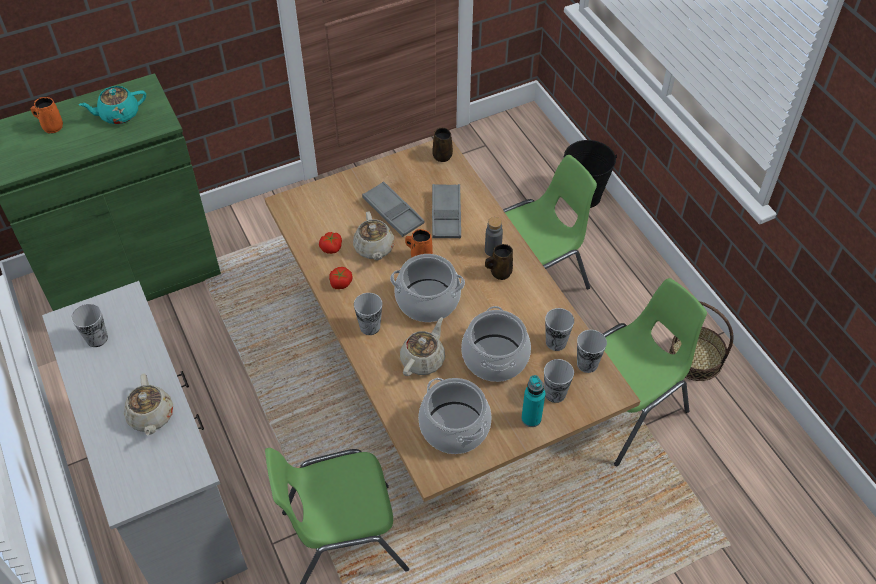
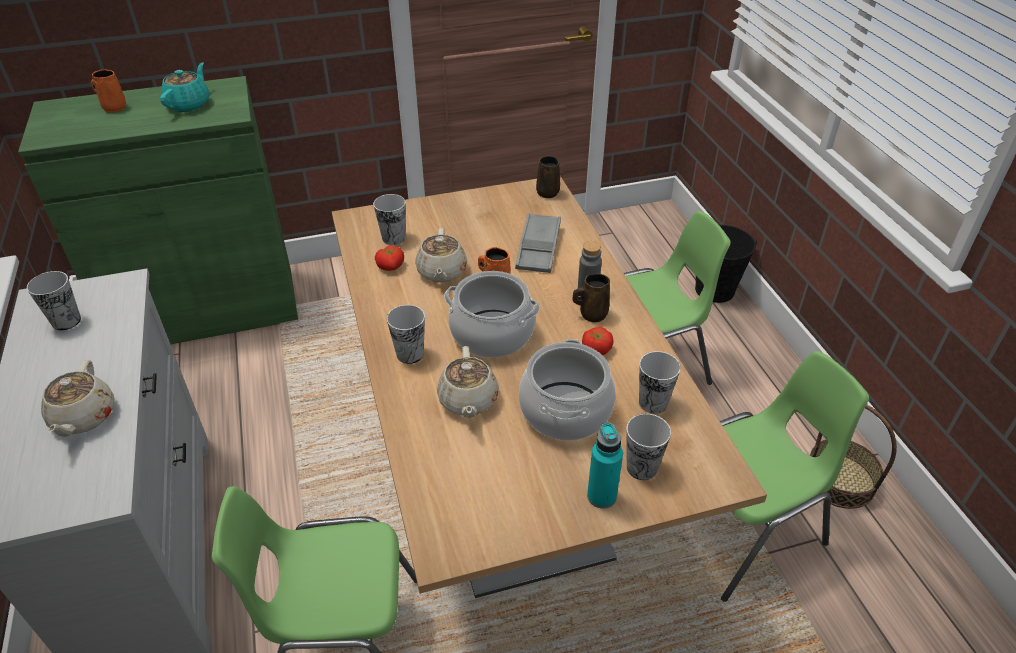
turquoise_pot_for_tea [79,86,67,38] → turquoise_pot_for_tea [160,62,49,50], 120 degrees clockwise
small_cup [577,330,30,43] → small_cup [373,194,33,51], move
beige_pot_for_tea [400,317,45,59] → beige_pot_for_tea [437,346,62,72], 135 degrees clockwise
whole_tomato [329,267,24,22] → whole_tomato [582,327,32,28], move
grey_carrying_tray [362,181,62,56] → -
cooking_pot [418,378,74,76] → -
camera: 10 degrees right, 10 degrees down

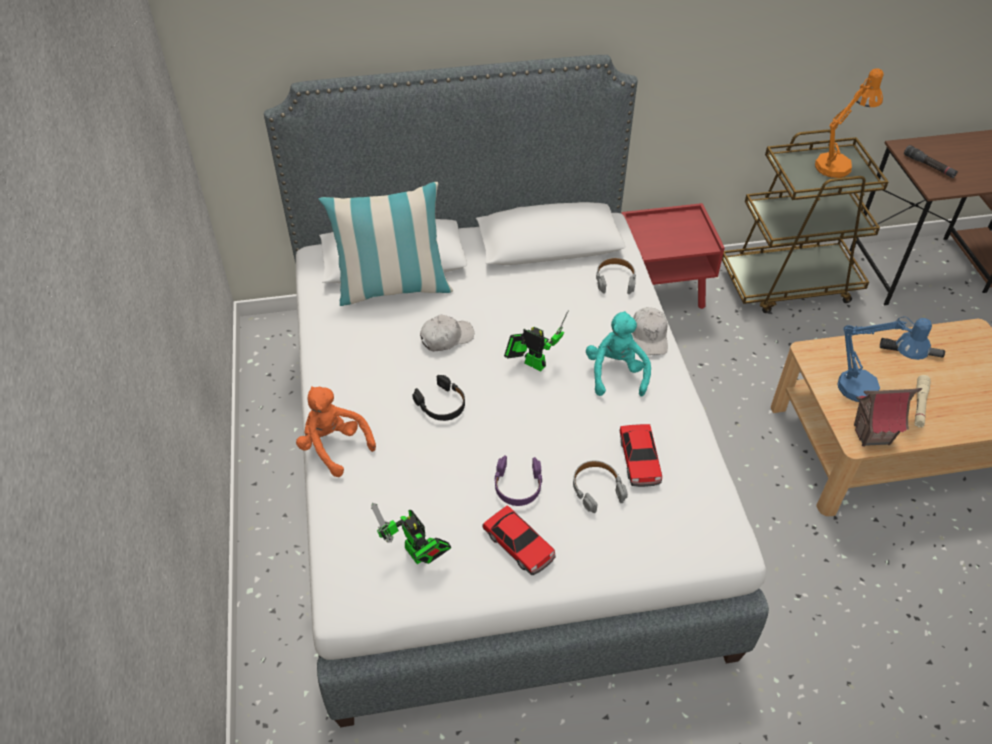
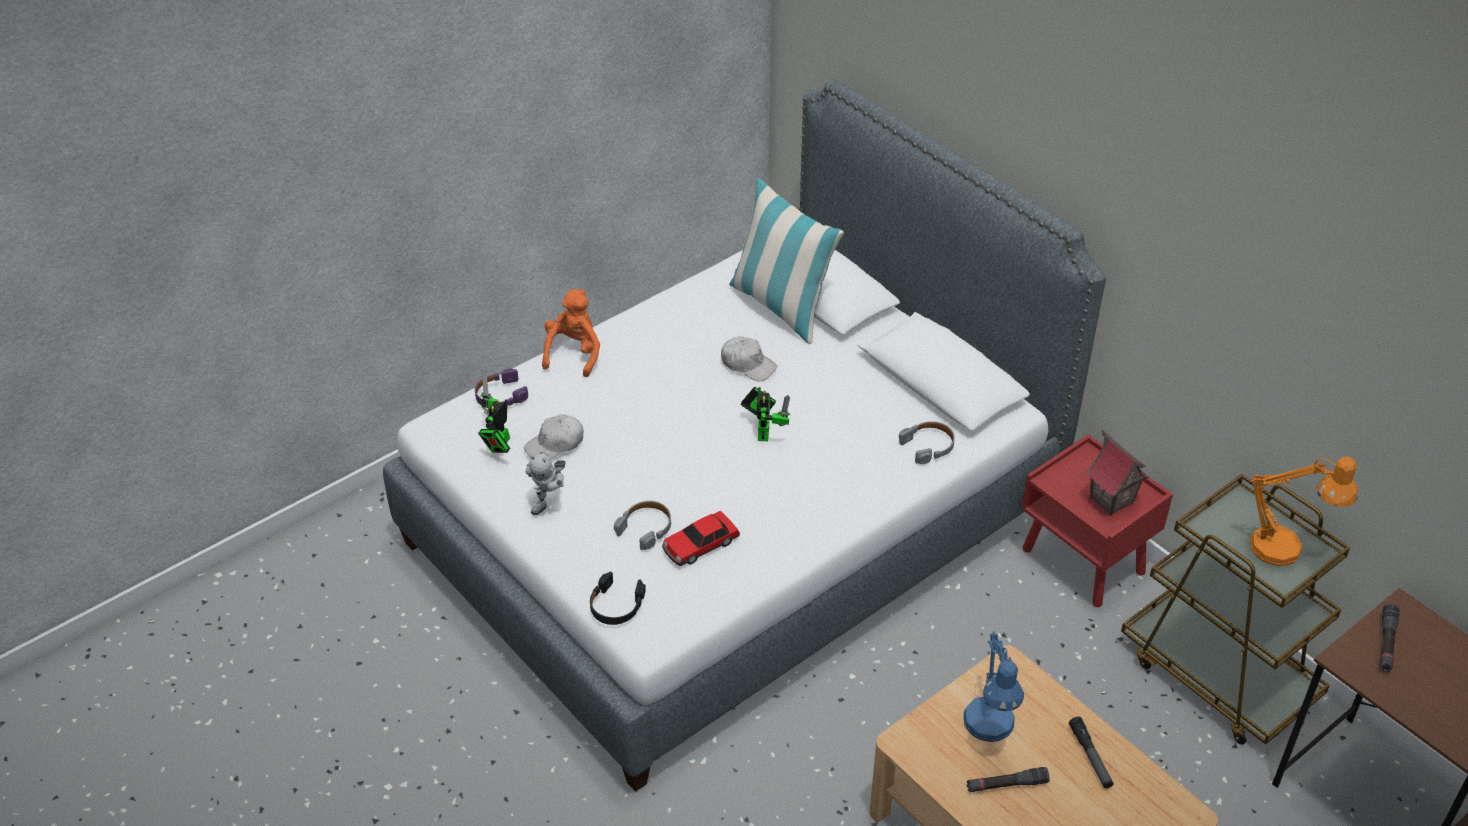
purplish_pair_of_headphones [495,456,47,50] → purplish_pair_of_headphones [475,368,53,39], move
white_peaked_cap [632,307,36,48] → white_peaked_cap [524,414,59,46], move
toy_car [483,505,73,70] → robot_figure [525,449,41,66]
black-coloured_pair_of_headphones [412,375,53,46] → black-coloured_pair_of_headphones [590,572,56,53], move
beige_torch [915,375,16,53] → black-coloured_torch [967,767,83,25]
miniature_house [854,388,68,59] → miniature_house [1086,430,63,86], move
turquoise_soft_toy [586,311,65,85] → -
camera: 60 degrees right, 5 degrees down

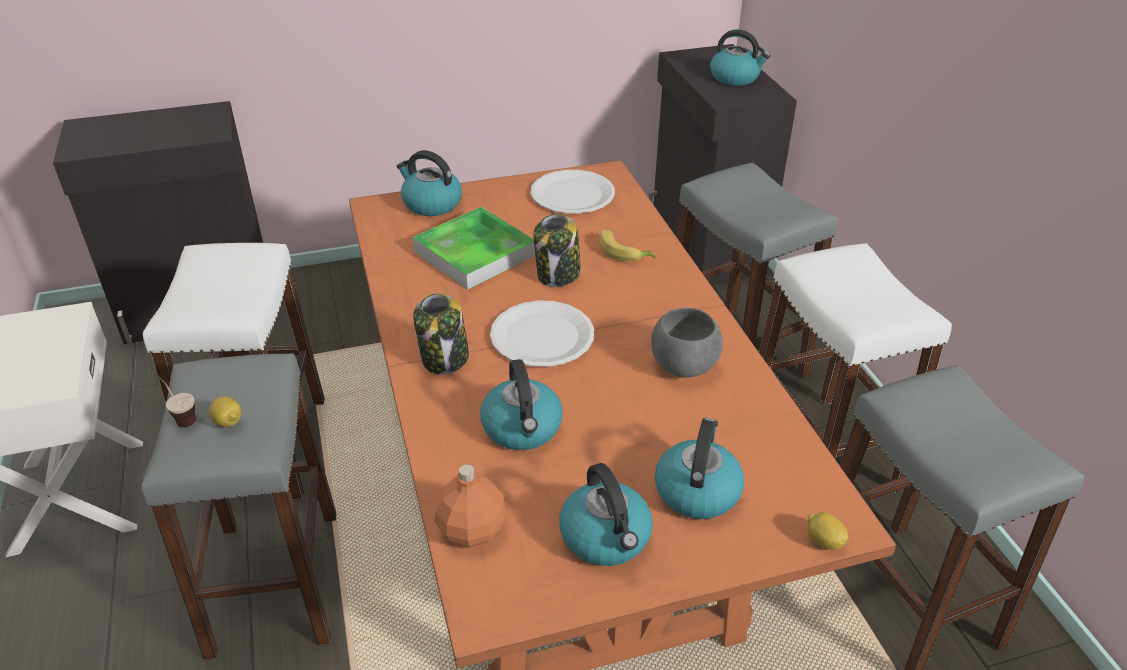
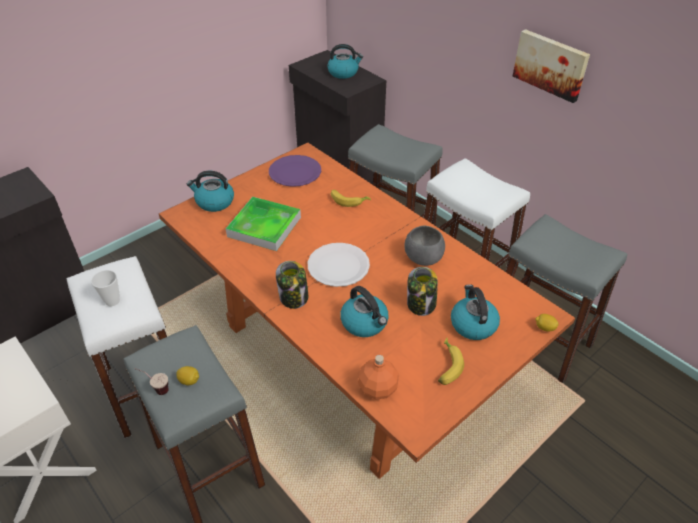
- → small_cup [91,270,29,36]
white_dinner_plate [531,170,84,44] → purplish_dinner_plate [269,155,52,32]
storage_jar [533,214,48,73] → storage_jar [407,267,31,49], move
tea_kettle [559,463,94,103] → whole_banana [438,338,26,47]
- → wall_picture [513,29,77,74]
camera: 25 degrees left, 5 degrees up

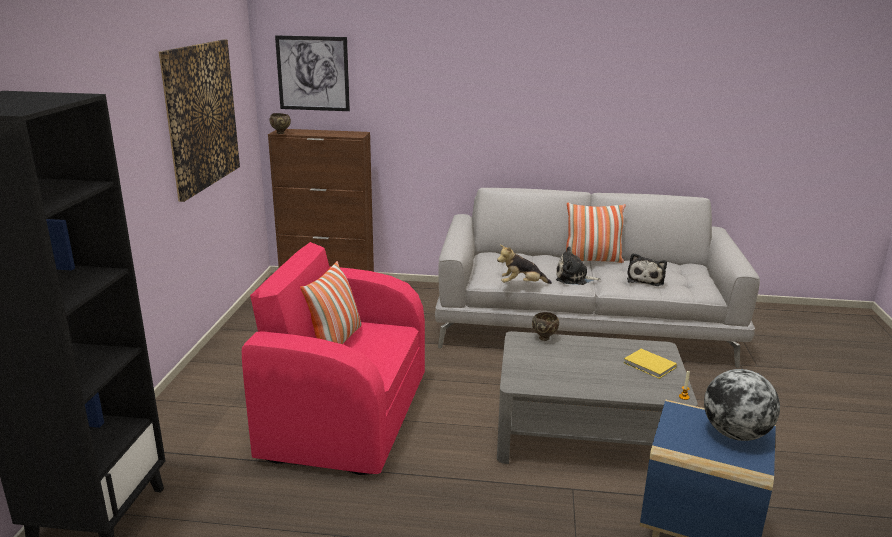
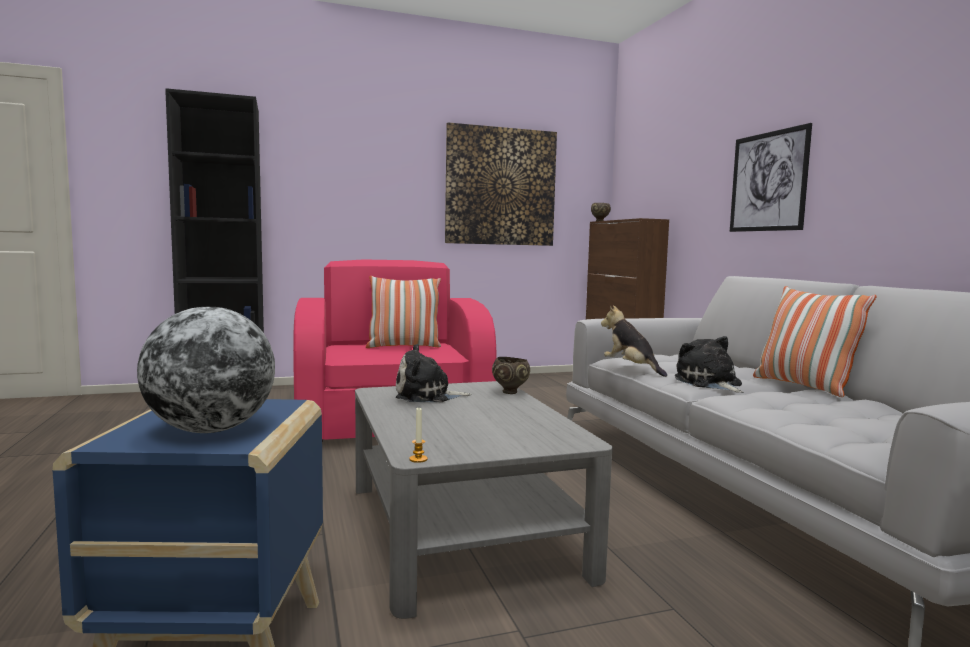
soft_toy [627,253,40,33] → soft_toy [396,344,76,58], move
wall_picture [275,35,75,76] → wall_picture [730,123,82,109], move
yellow_book [623,349,54,30] → -
camera: 65 degrees right, 15 degrees down

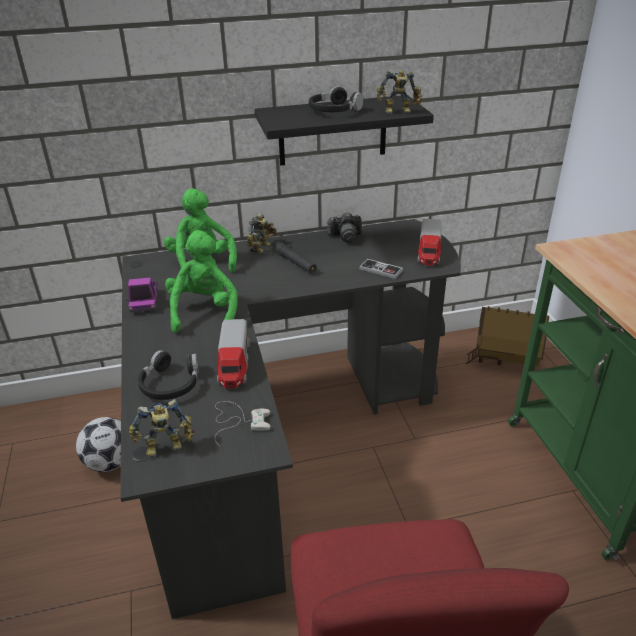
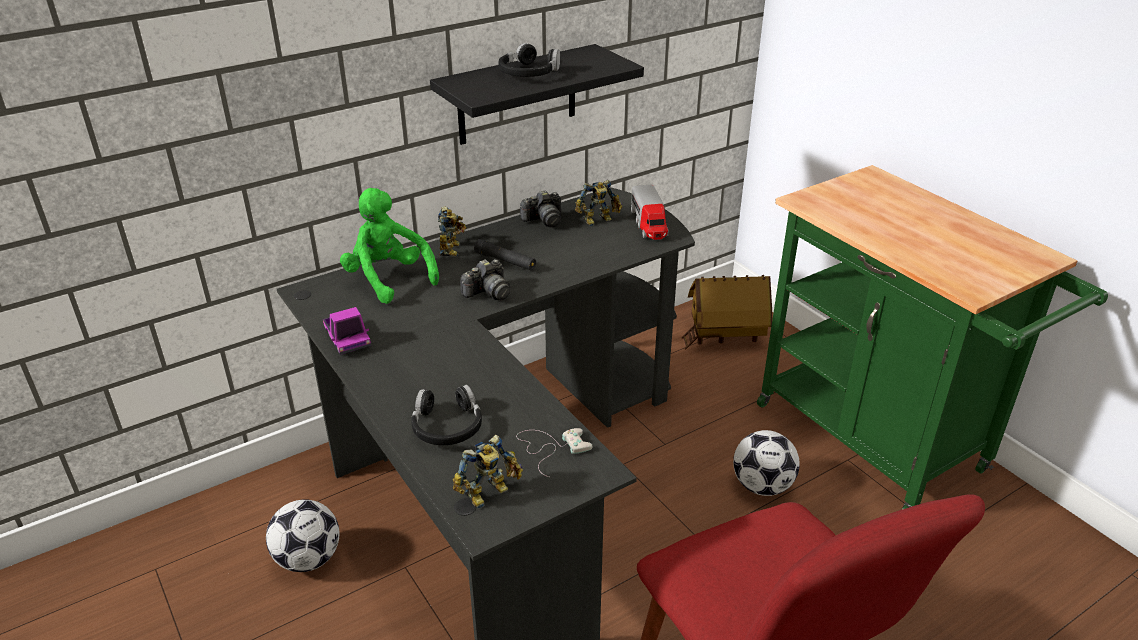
- → photo_camera [460,259,51,41]
robot_figure [376,70,46,44] → robot_figure [575,180,48,46], move
- → ball_for_football [733,430,67,66]
green_soft_toy [165,230,73,102] → -
toy_truck [217,319,33,69] → -
game_controller [359,259,44,20] → -
camera: 20 degrees left, 0 degrees up

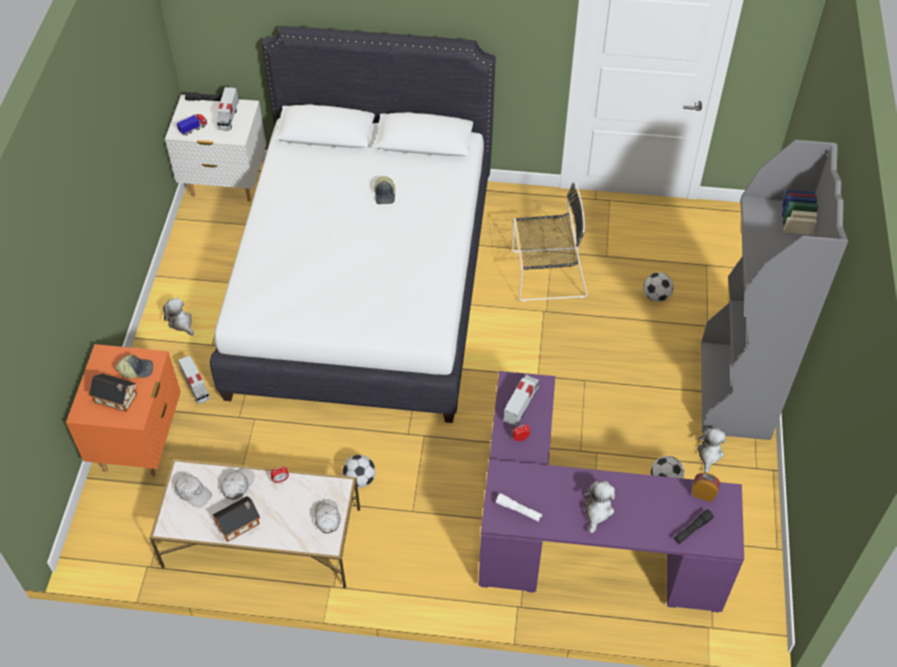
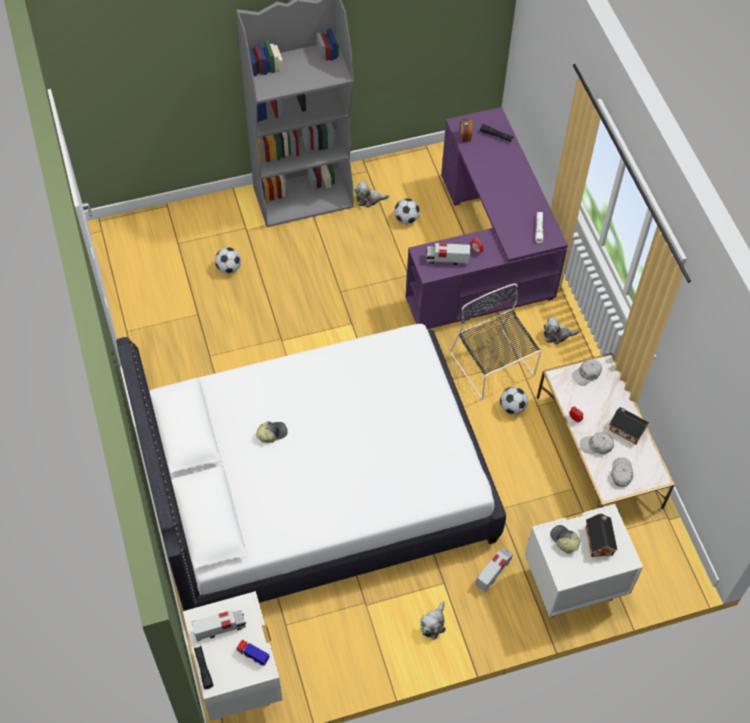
black-coloured_upright_chair [512,181,76,121] → black-coloured_upright_chair [450,284,91,116], move
orange_nightstand [66,344,115,133] → white_nightstand [525,504,118,114]
soft_toy [583,480,32,53] → soft_toy [543,317,36,27], move
camera: 115 degrees left, 5 degrees up

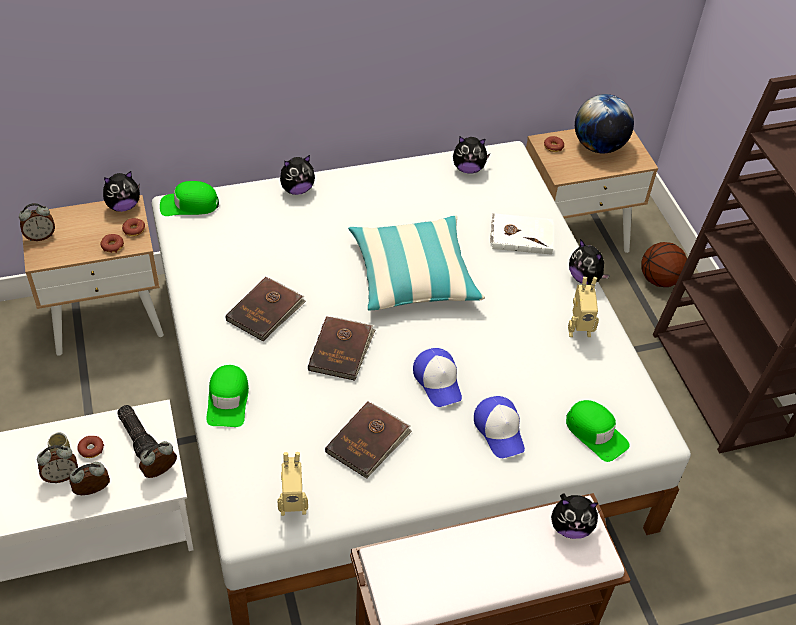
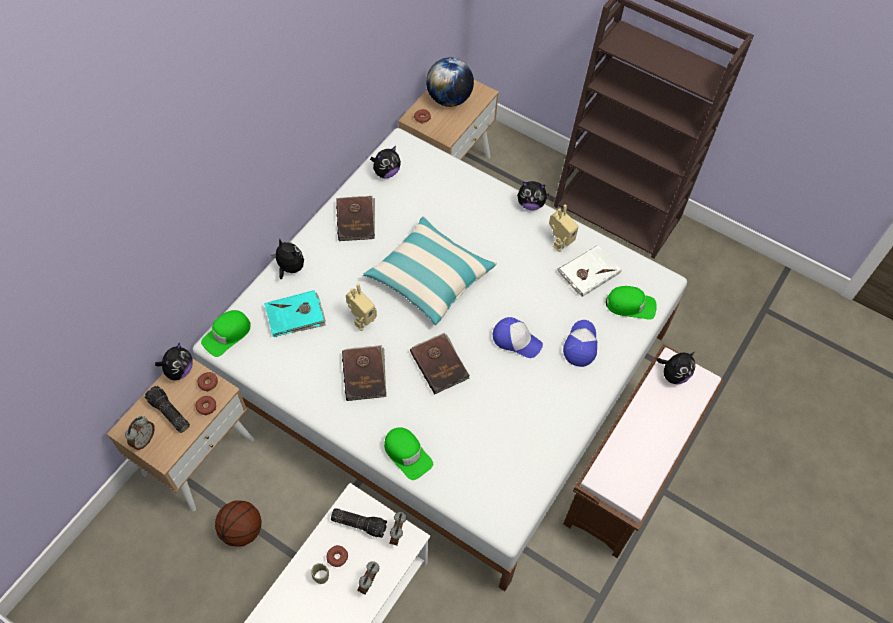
- → torch [145,386,45,47]
basketball [641,242,46,45] → basketball [215,500,46,46], move
- → turquoise_book [264,290,62,47]
soft_toy [280,155,35,40] → soft_toy [271,238,33,41], 75 degrees counterclockwise
brownish_book [325,402,87,76] → brownish_book [336,196,39,45], move
robot_figure [277,452,31,64] → robot_figure [346,284,31,47], move
white_book [490,213,63,42] → white_book [557,245,64,52], move
peaked_cap [474,396,51,62] → peaked_cap [563,320,34,47], 105 degrees counterclockwise
alarm_clock [37,445,41,38] → -
camera: 40 degrees left, 10 degrees up

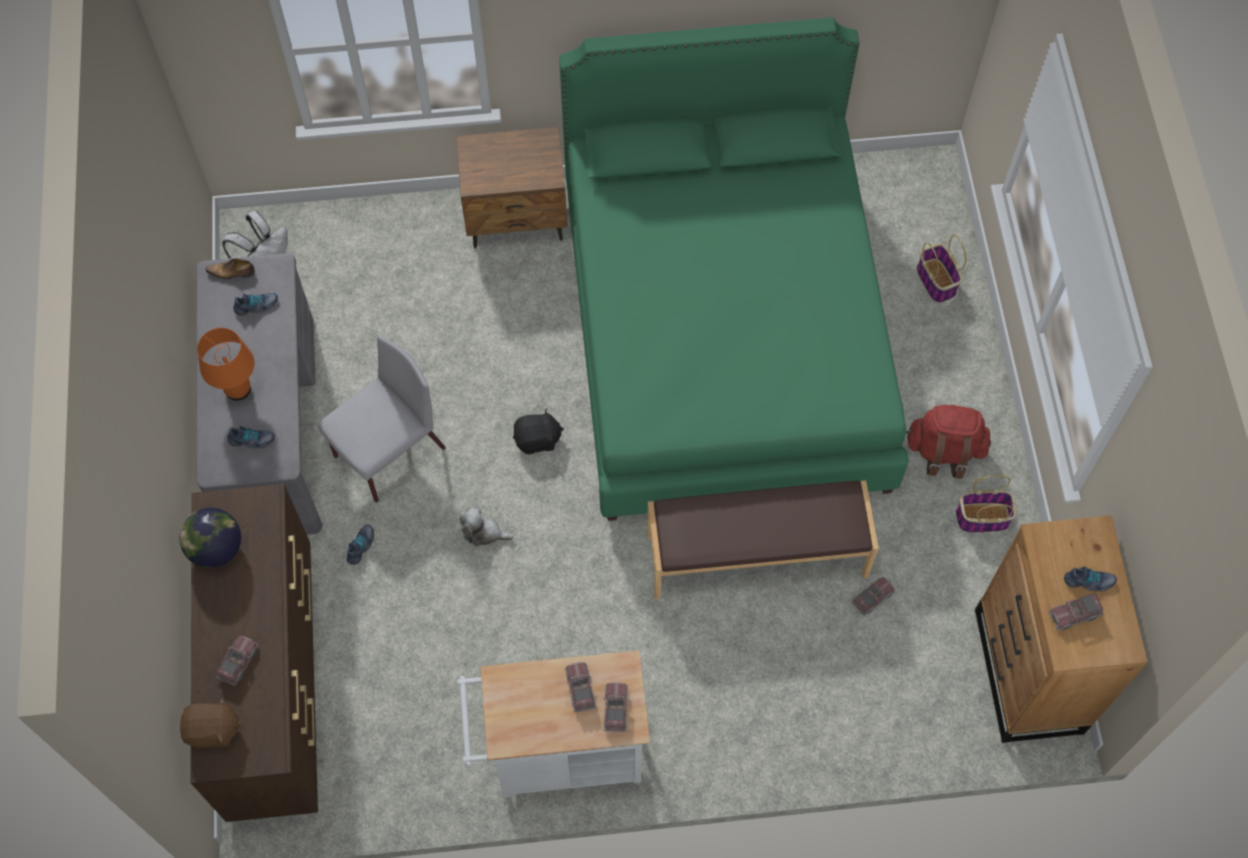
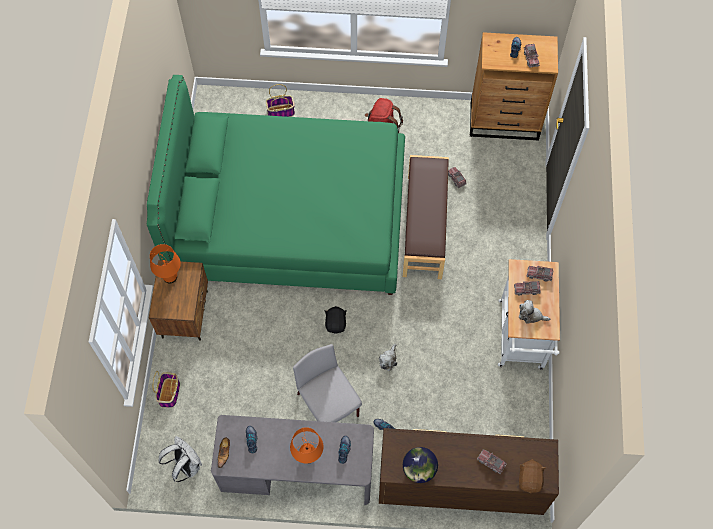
- → orange_table_lamp [150,244,31,39]
basket [956,475,61,57] → basket [153,371,27,37], move
- → soft_toy [519,300,31,24]
camera: 80 degrees left, 0 degrees up

